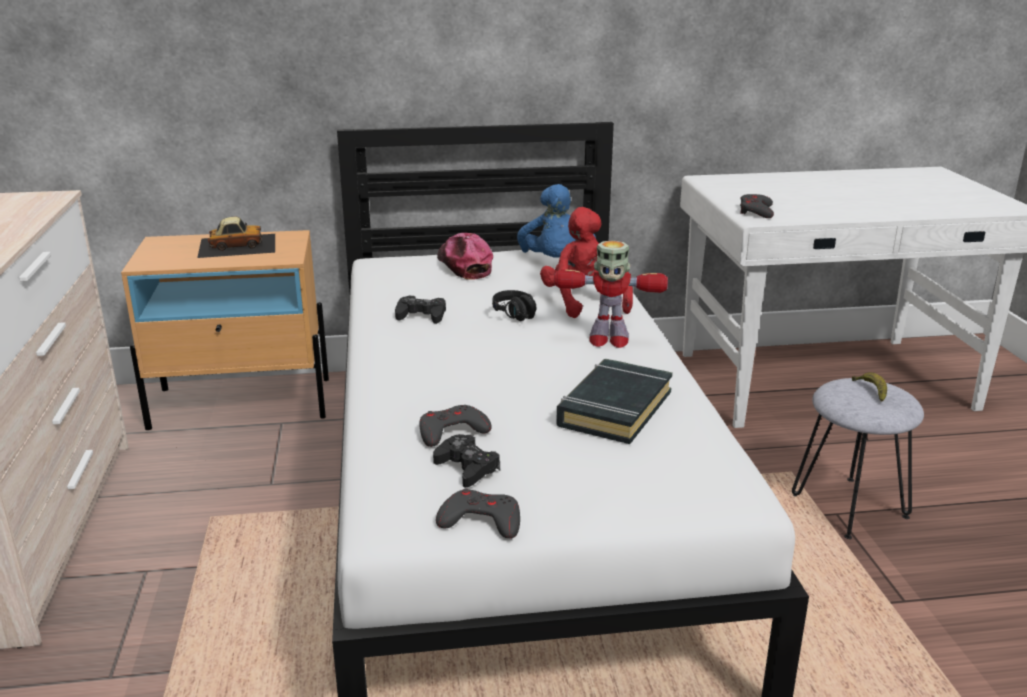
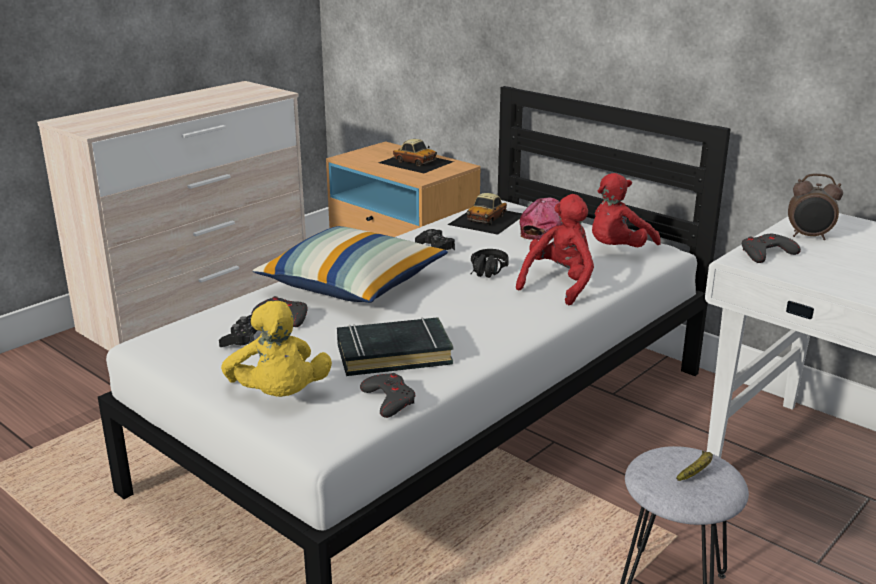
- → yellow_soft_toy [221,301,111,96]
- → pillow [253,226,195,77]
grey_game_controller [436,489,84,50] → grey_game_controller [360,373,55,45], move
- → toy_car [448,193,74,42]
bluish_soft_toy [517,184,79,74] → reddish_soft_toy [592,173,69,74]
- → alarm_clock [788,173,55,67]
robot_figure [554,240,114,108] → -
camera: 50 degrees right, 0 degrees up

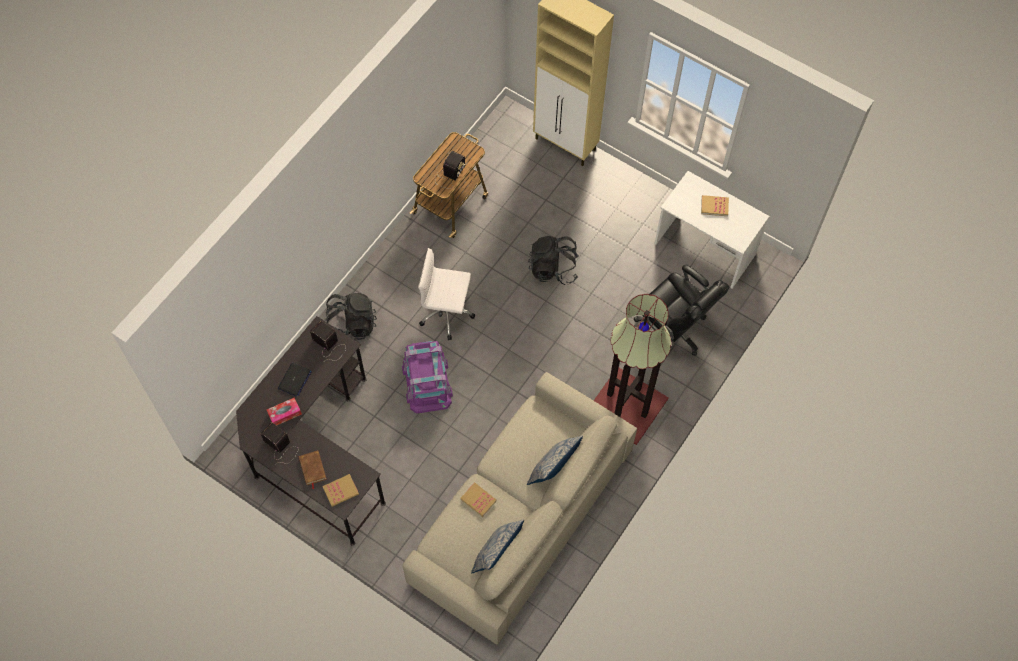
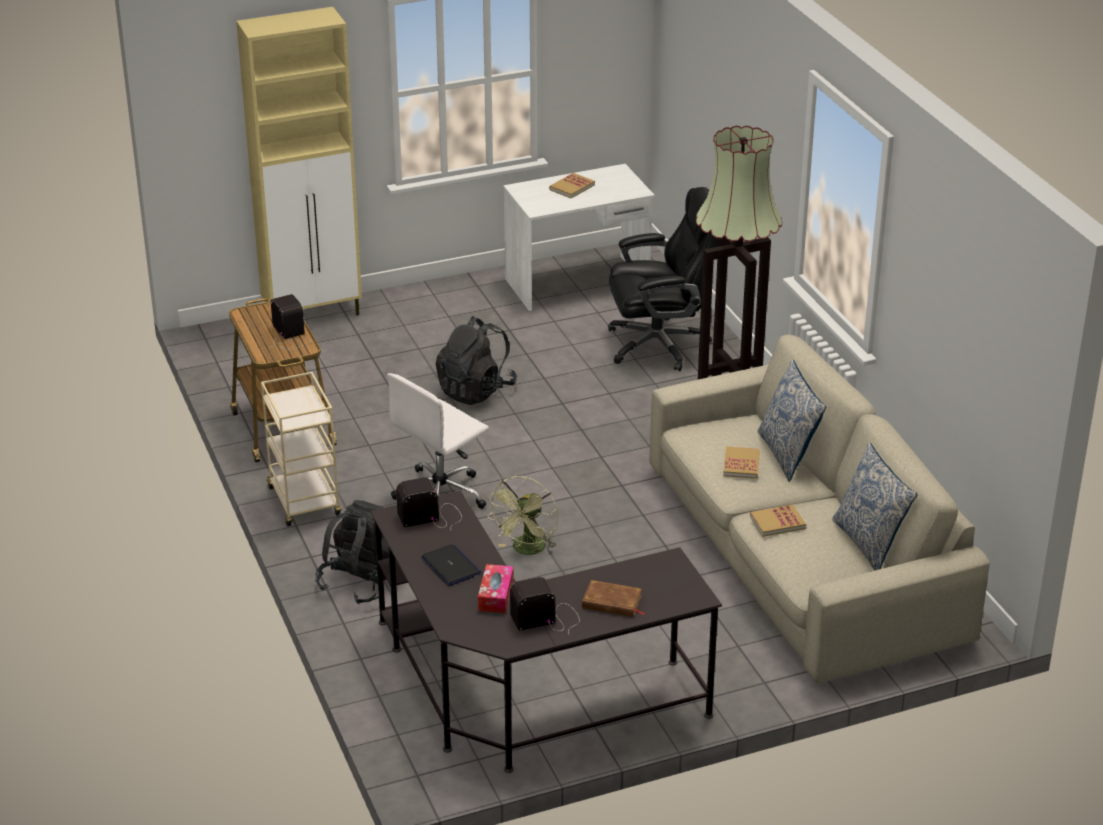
- → beige_wheeled_cart [261,372,80,154]
purplish_storage_container [402,341,51,72] → green_cooling_fan [487,476,71,79]
book [322,474,37,33] → book [723,446,37,33], move
camera: 55 degrees left, 30 degrees down

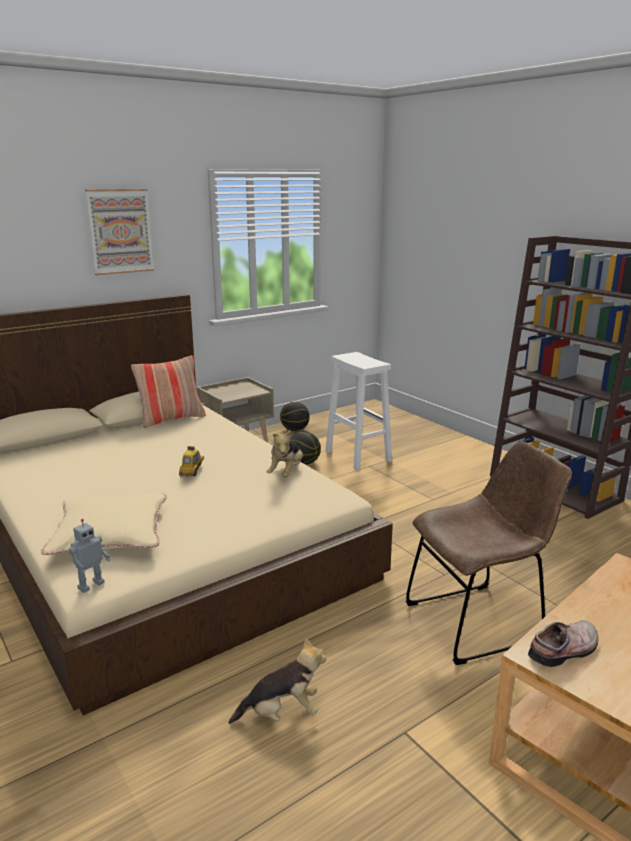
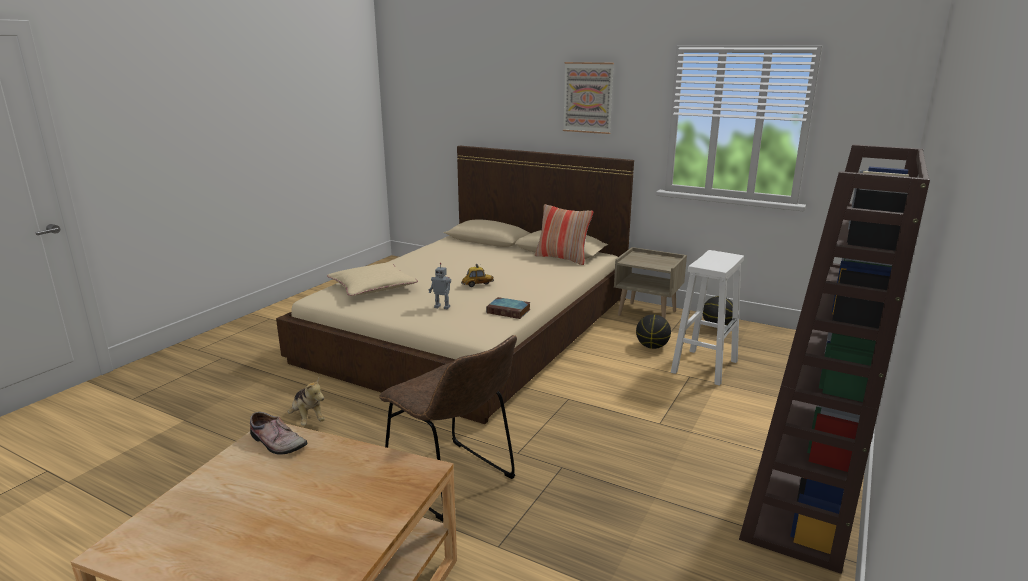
robot_figure [69,519,42,74] → robot_figure [429,263,22,47], move
soft_toy [267,430,36,47] → book [486,297,44,22]
camera: 65 degrees right, 0 degrees up

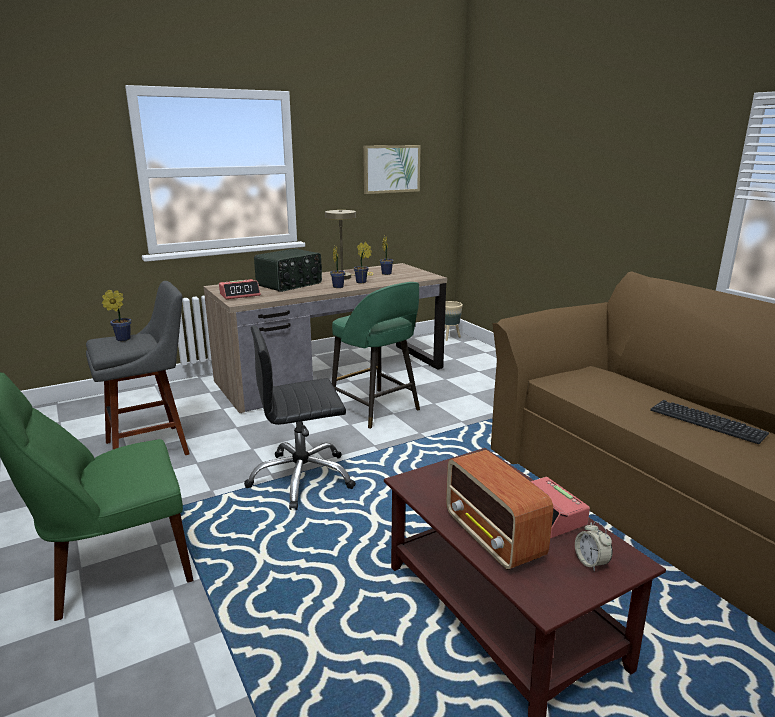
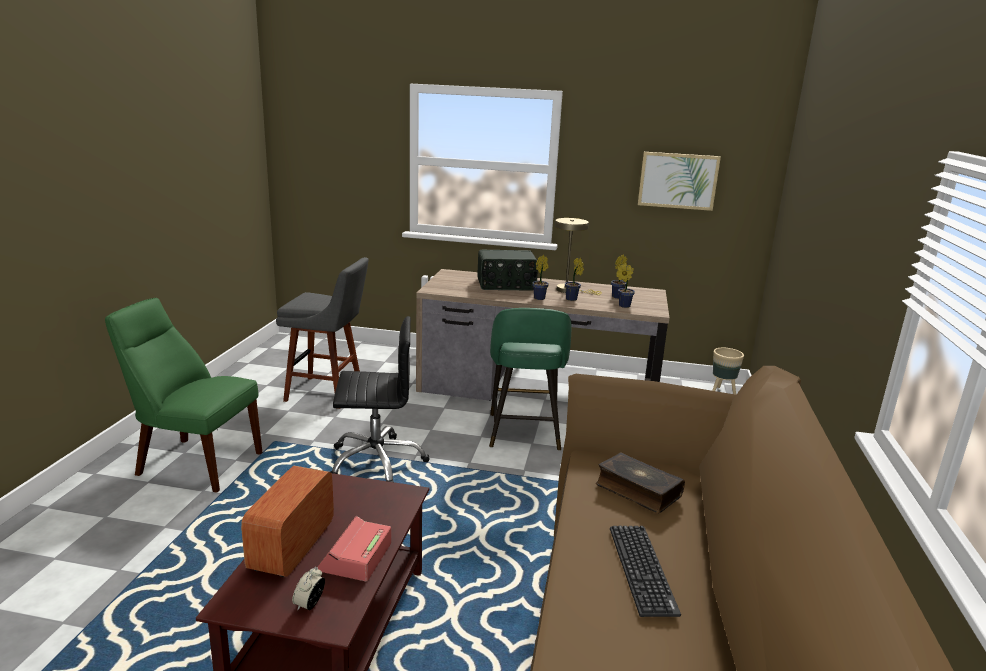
black-coloured_computer_chair [244,326,112,184] → black-coloured_computer_chair [330,316,99,166], 150 degrees clockwise
- → book [596,452,89,61]
houseplant [102,290,29,51] → houseplant [616,263,19,45], move
alarm_clock [219,279,42,20] → -
camera: 40 degrees right, 0 degrees up

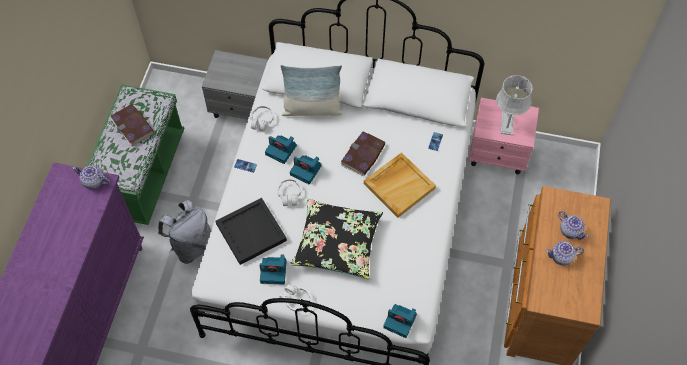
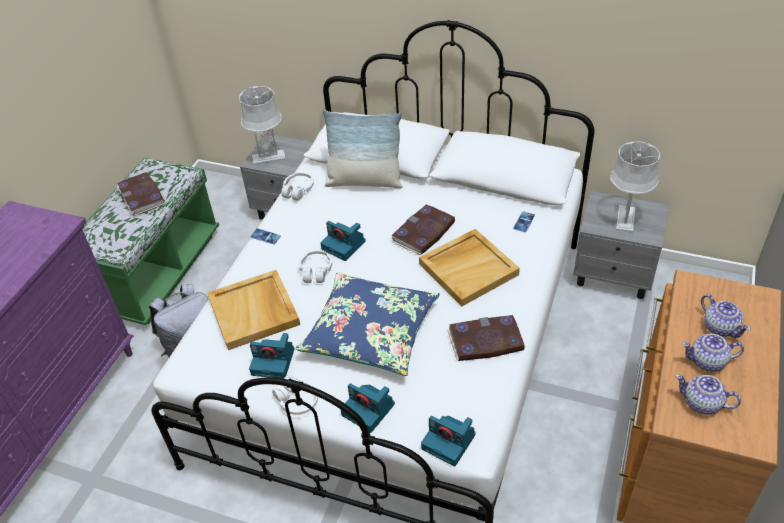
black-coloured_carrying_tray [215,198,72,67] → beige_carrying_tray [208,270,92,80]
- → grey_table_lamp [239,86,47,79]
black-coloured_pillow [290,199,93,80] → bluish_pillow [295,272,145,104]
photo_camera [265,136,32,28] → photo_camera [340,383,55,50], move
- → book [447,315,78,46]
pink_nightstand [469,98,70,76] → grey_nightstand [573,191,96,108]
pot_for_tea [72,165,38,24] → pot_for_tea [675,374,66,41], move
camera: 10 degrees right, 15 degrees down

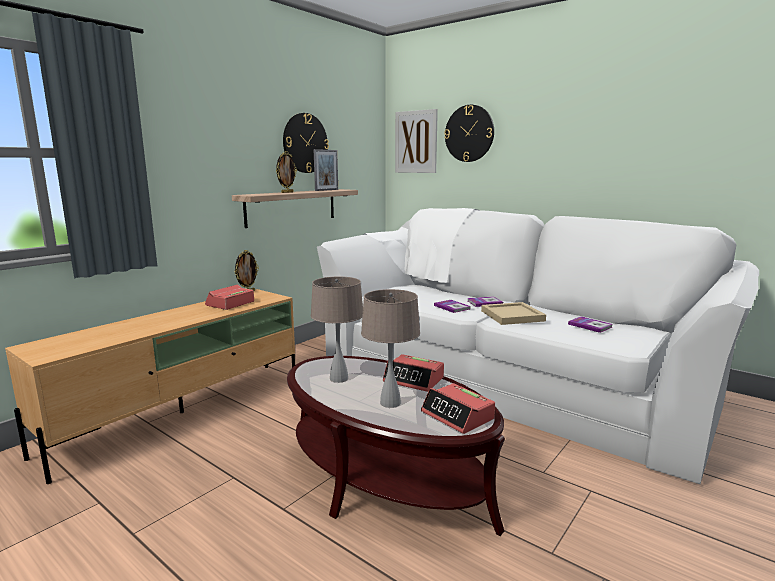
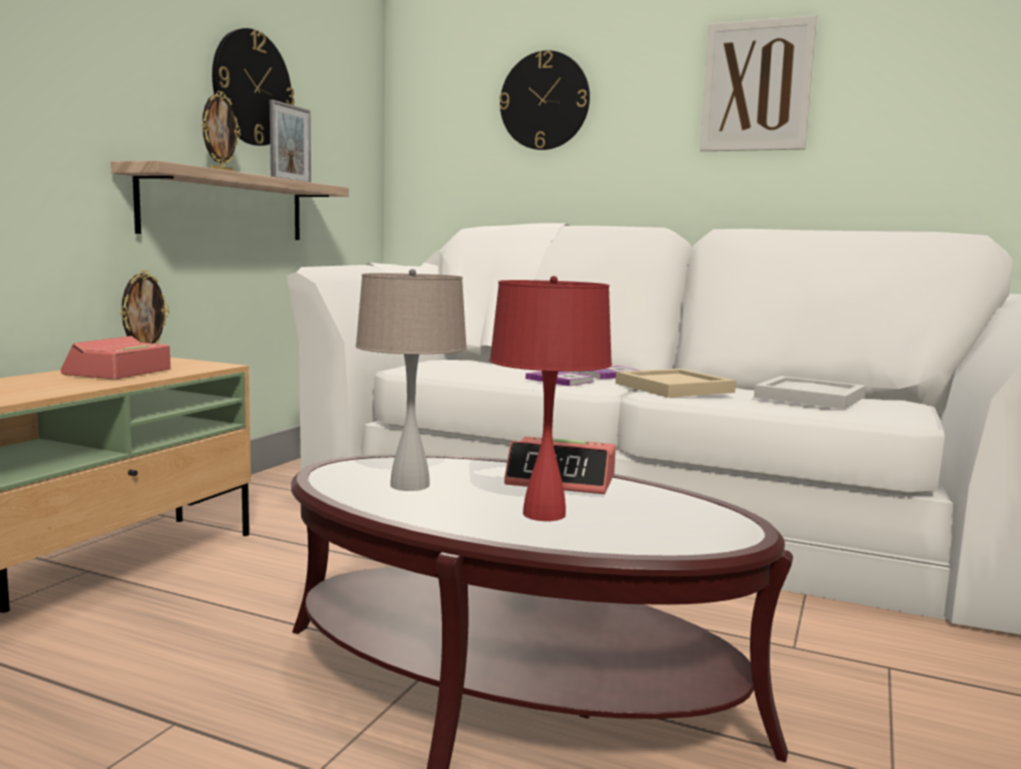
beige_table_lamp [361,289,59,119] → reddish_table_lamp [490,276,122,245]
wall_picture [395,109,43,64] → wall_picture [700,15,117,136], move
book [568,316,45,17] → white_carrying_tray [754,376,112,33]
alarm_clock [421,383,74,51] → -
camera: 15 degrees left, 5 degrees down

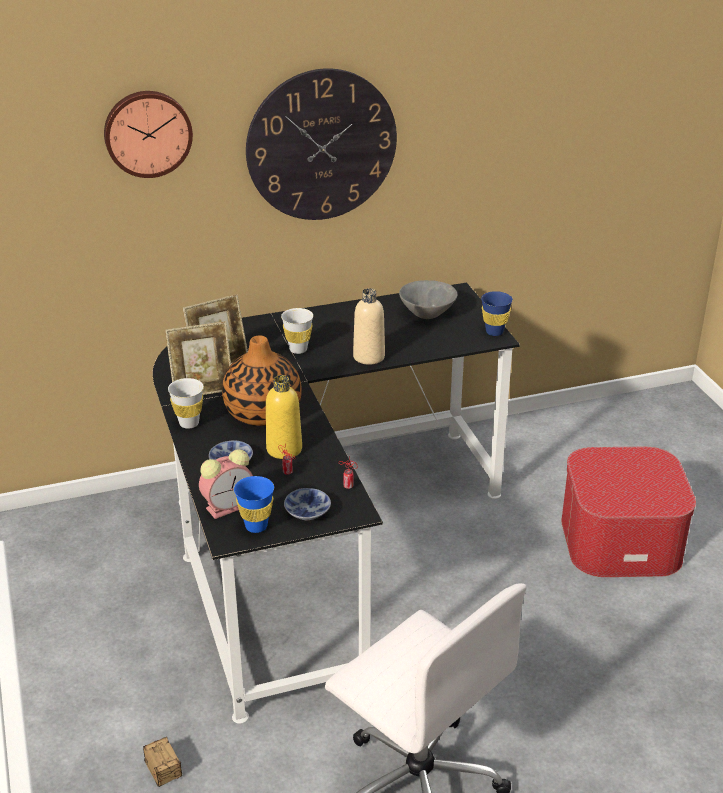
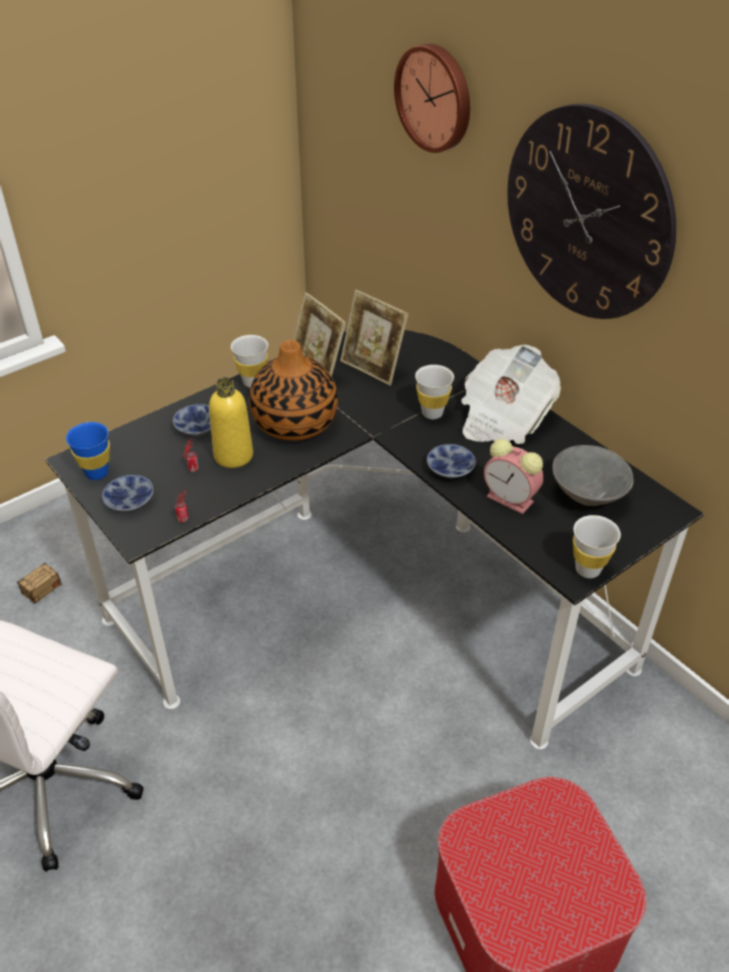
beige_beverage_bottle [353,288,32,77] → serving_bowl [427,444,49,34]
- → printed_paper [461,345,100,99]
alarm_clock [199,449,54,70] → alarm_clock [484,439,60,75], move
bluish_small_cup [481,291,32,45] → white_small_cup [573,515,48,63]
camera: 70 degrees right, 10 degrees up

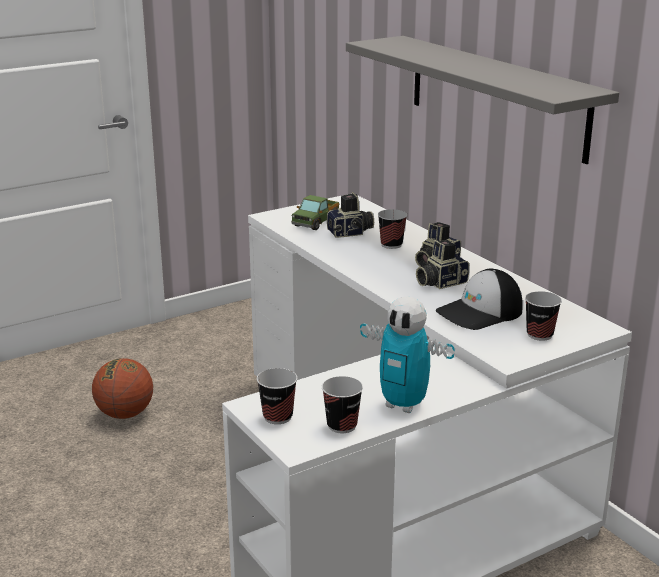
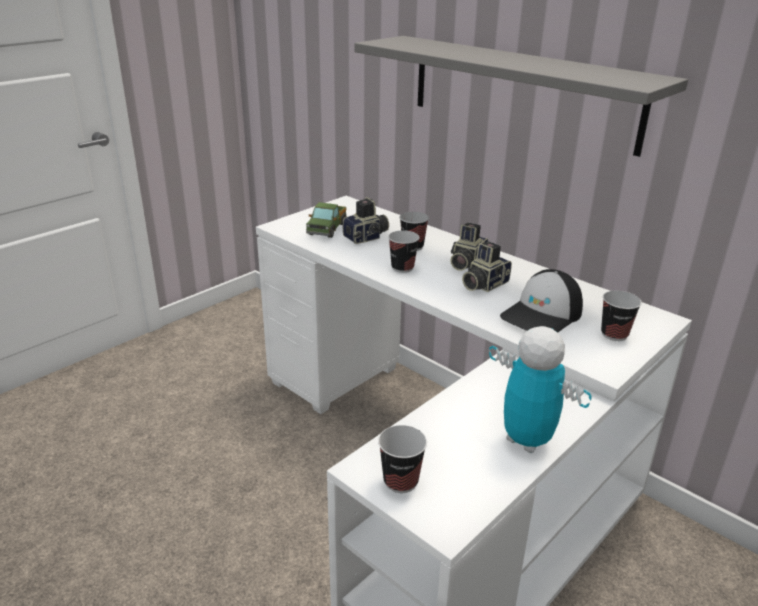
small_cup [322,376,41,57] → small_cup [388,230,32,43], move
robot_figure [360,296,95,117] → robot_figure [489,326,103,127], 150 degrees counterclockwise
basketball [92,358,61,61] → -
camera: 15 degrees left, 5 degrees up

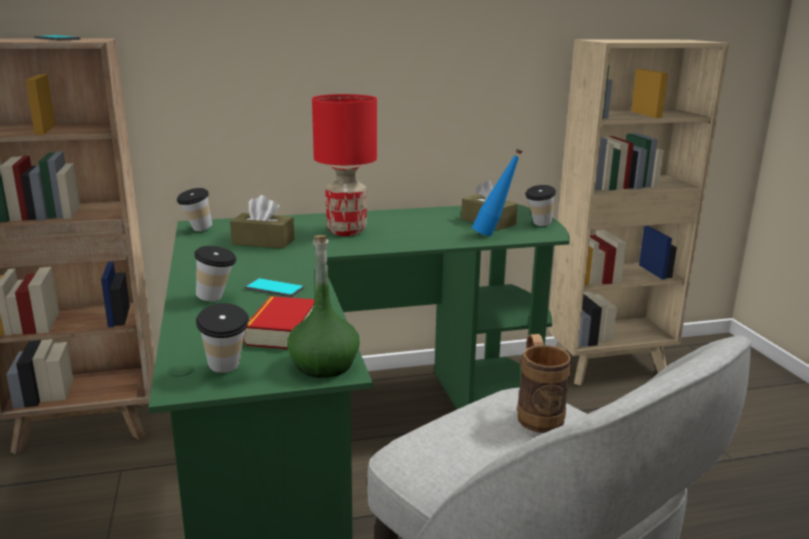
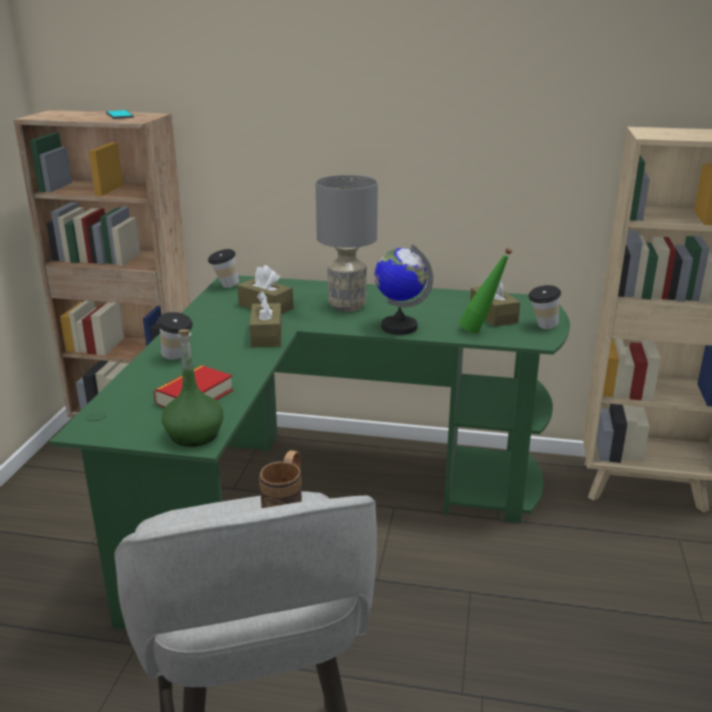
- → brownish_box_of_tissues [250,291,32,56]
reddish_table_lamp [312,94,65,142] → grey_table_lamp [316,175,62,137]
- → world_globe [375,245,58,90]
bluish_beverage_bottle [472,149,51,87] → green_beverage_bottle [459,248,53,85]
small_cup [196,303,53,70] → -
telephone [244,278,60,19] → -
camera: 25 degrees right, 5 degrees up

